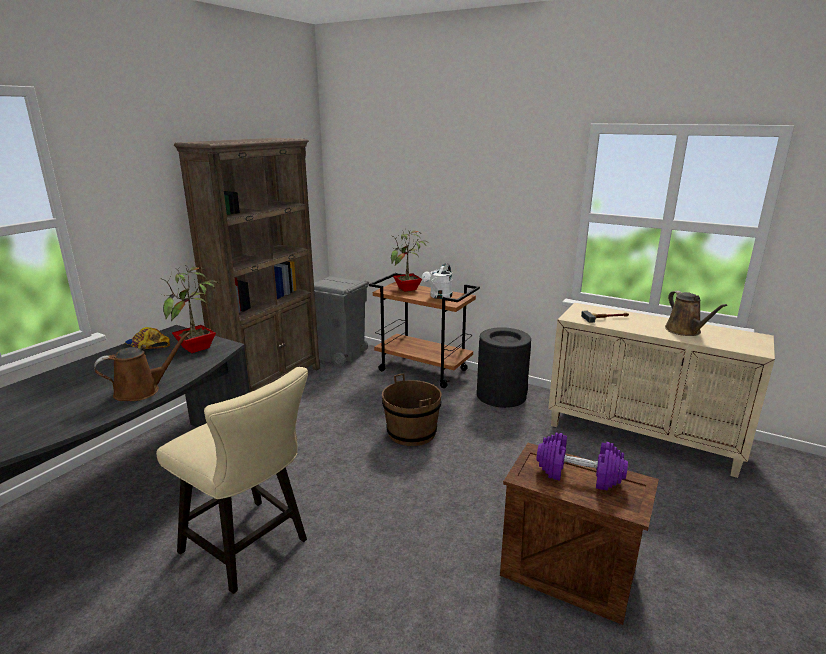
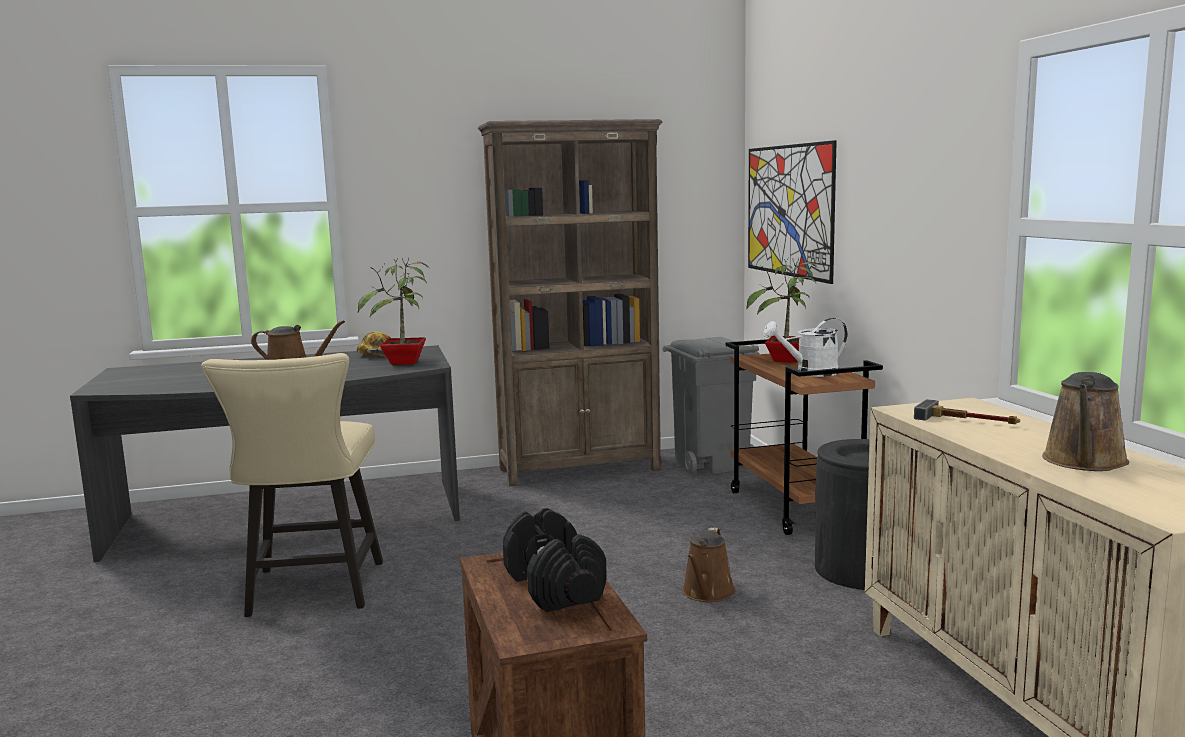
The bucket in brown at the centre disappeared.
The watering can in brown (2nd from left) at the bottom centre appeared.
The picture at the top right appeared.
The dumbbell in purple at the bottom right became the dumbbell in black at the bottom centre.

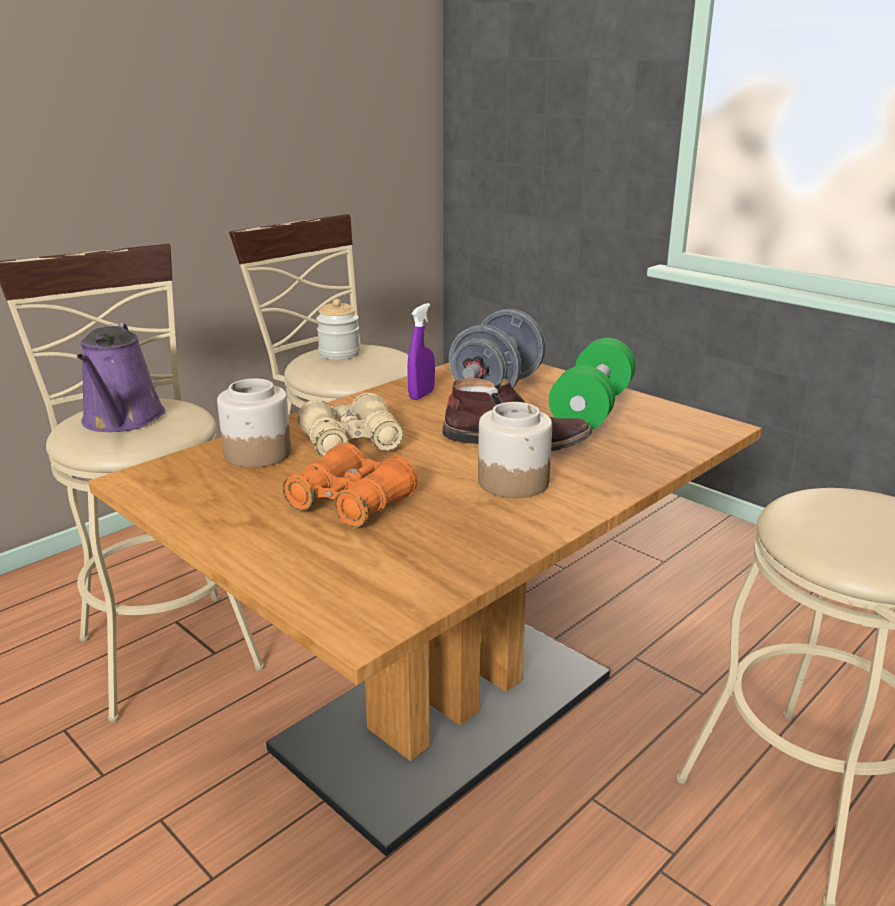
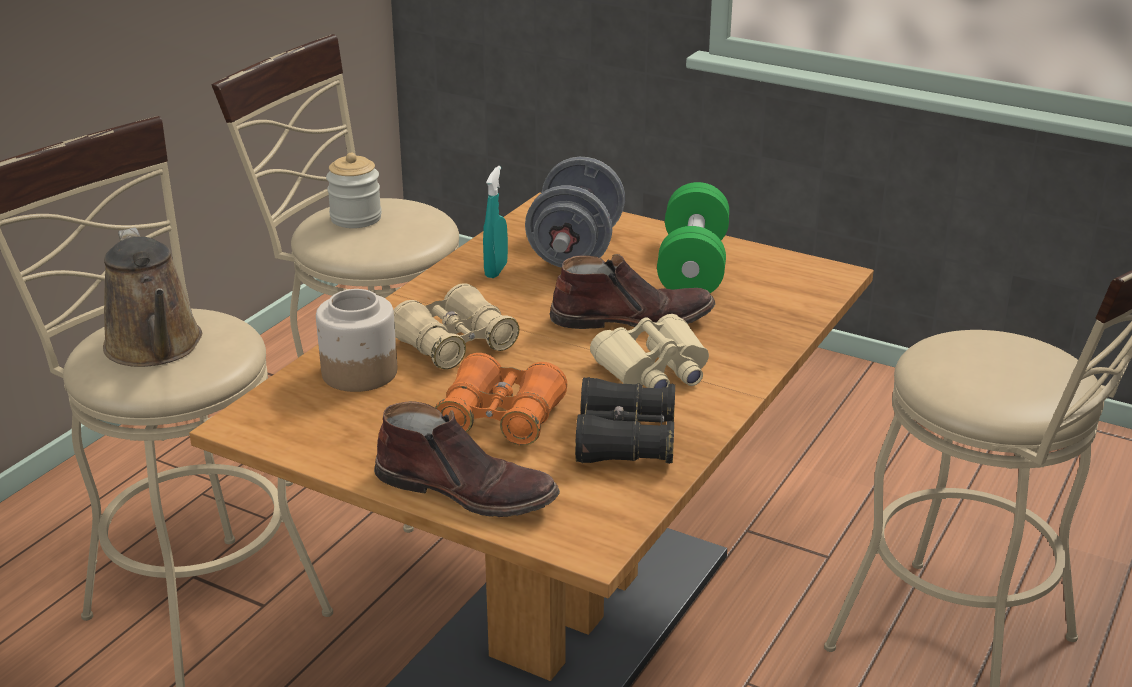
The boot in brown (1st from left) at the bottom centre appeared.
The binoculars in black at the centre appeared.
The jar (3rd from left) at the centre was replaced by the binoculars in beige (2nd from left) at the centre.
The watering can in purple at the middle left became the watering can in brown at the middle left.
The spray bottle in purple at the centre became the spray bottle in turquoise at the top centre.

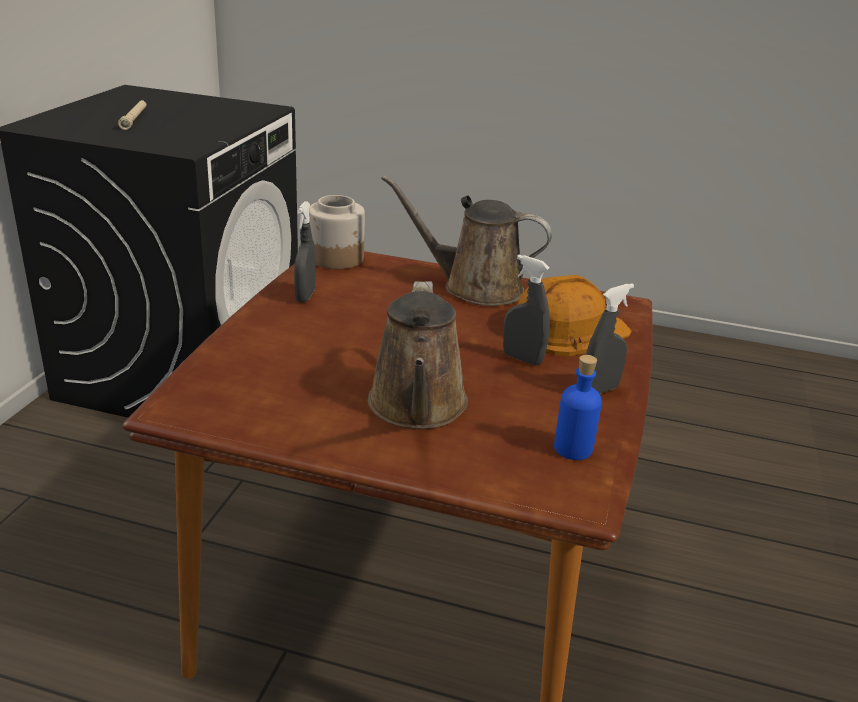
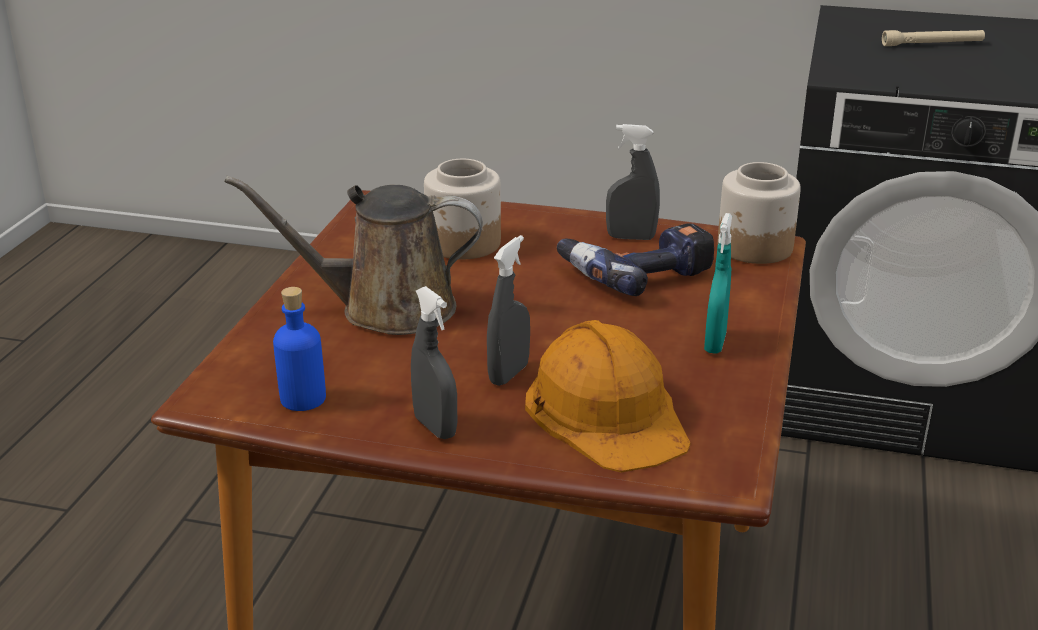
The jar (1st from left) at the top centre appeared.
The power drill at the centre appeared.
The watering can in brown (2nd from left) at the centre was replaced by the spray bottle in turquoise at the middle right.

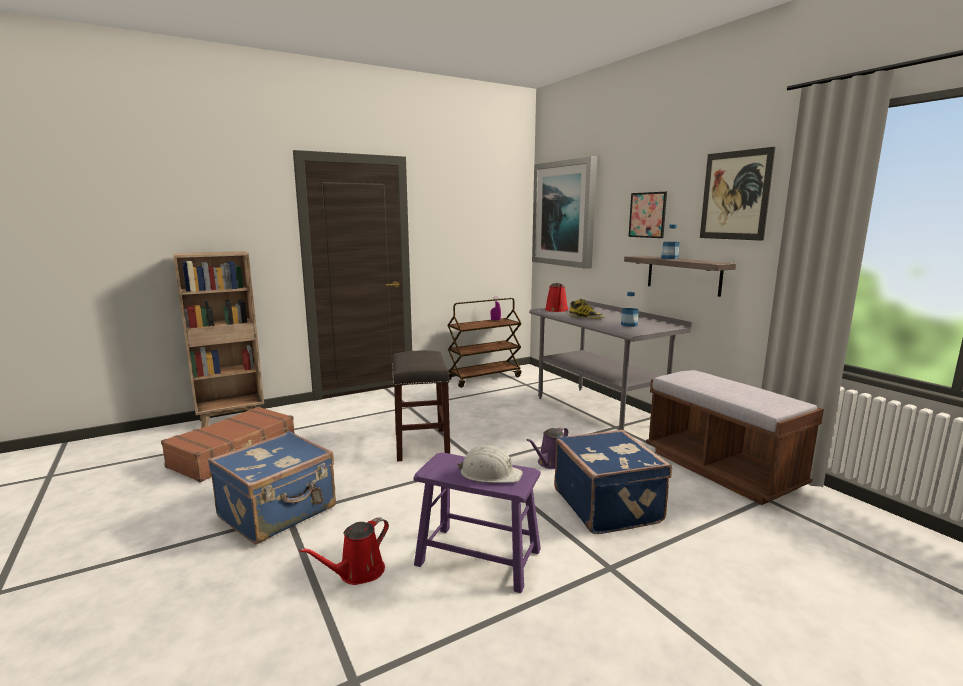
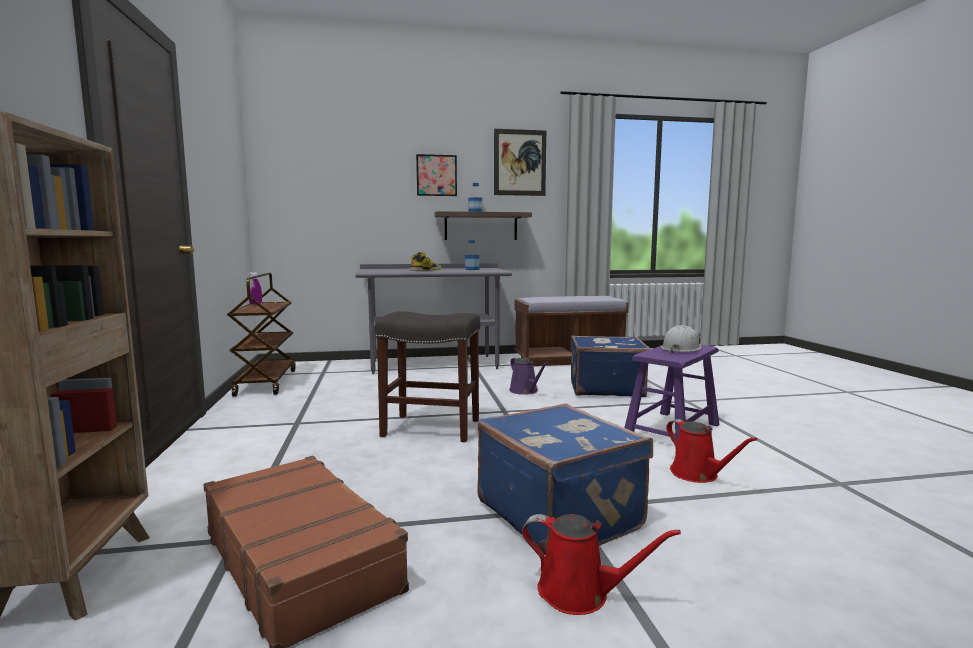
The picture (1st from left) at the top centre disappeared.
The watering can in red (2nd from left in the first image) moved from the centre to the bottom centre.

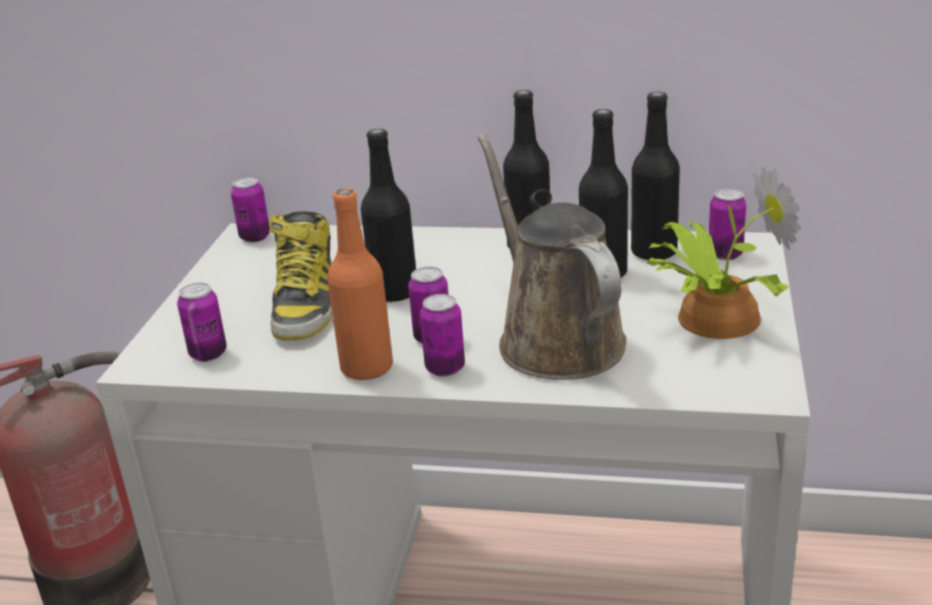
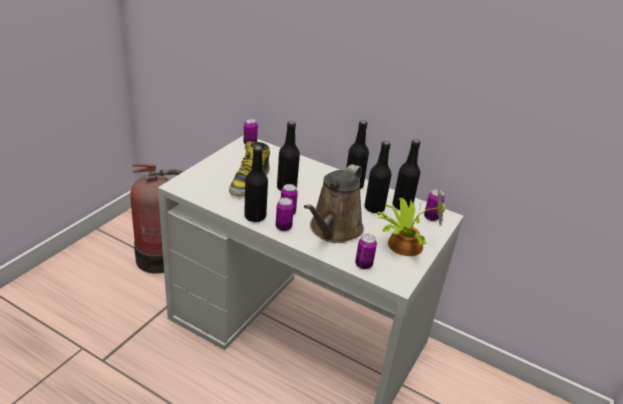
The can (1st from left in the first image) moved from the middle left to the centre.
The bottle in orange at the centre became the bottle in black (1st from left) at the centre.
The watering can in brown at the centre turned 150 degrees counterclockwise.

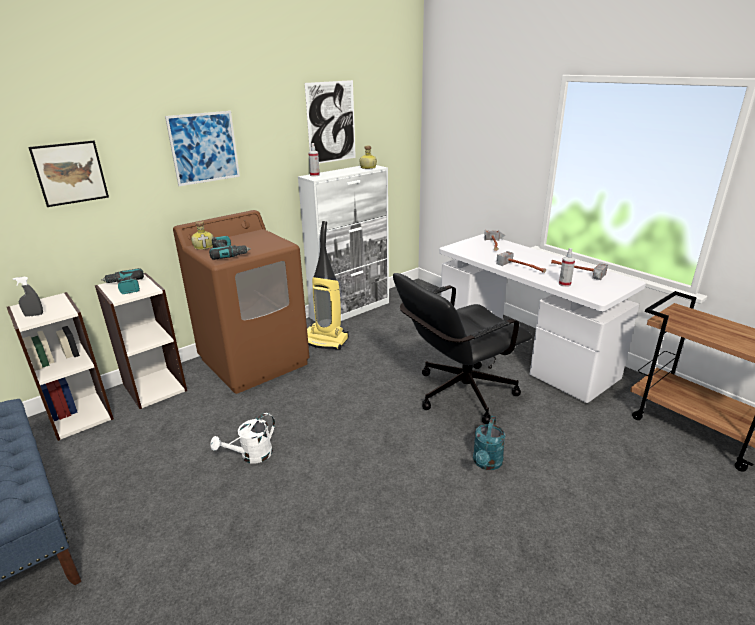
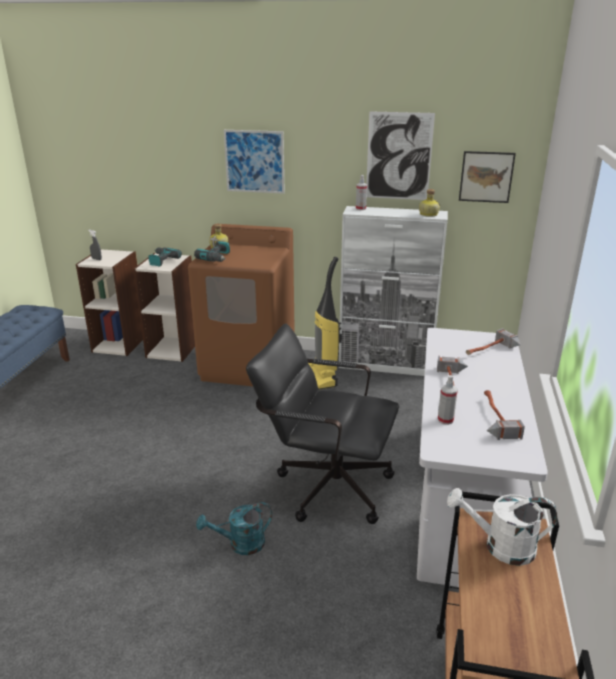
The picture (1st from left in the first image) moved from the top left to the top right.
The watering can in white moved from the bottom left to the bottom right.

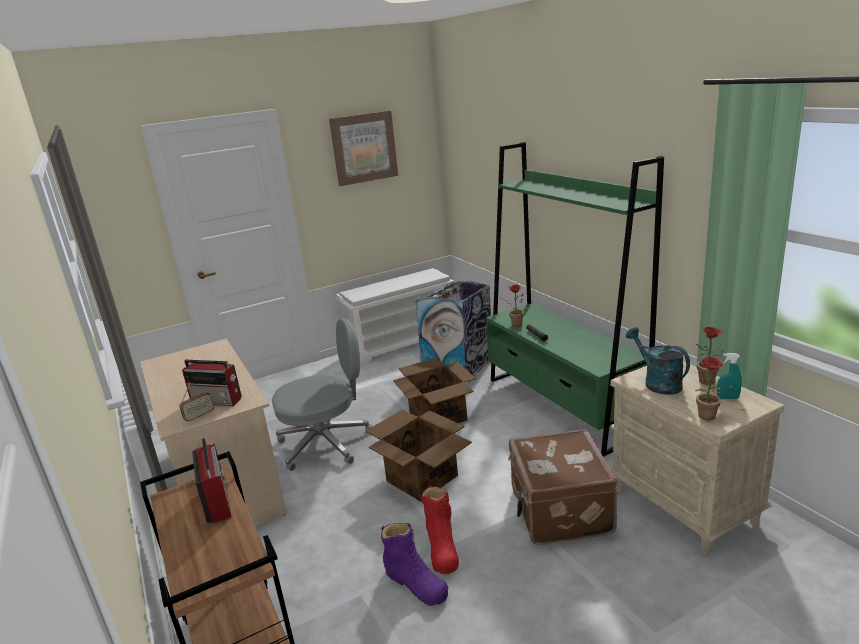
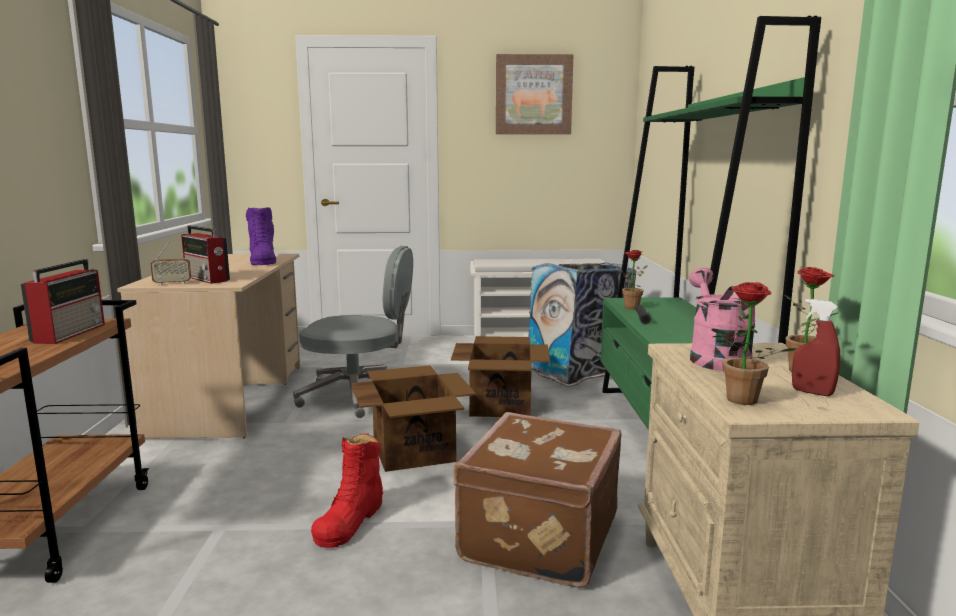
The boot in purple moved from the bottom centre to the middle left.
The watering can in turquoise at the middle right became the watering can in pink at the middle right.
The spray bottle in turquoise at the middle right became the spray bottle in red at the middle right.

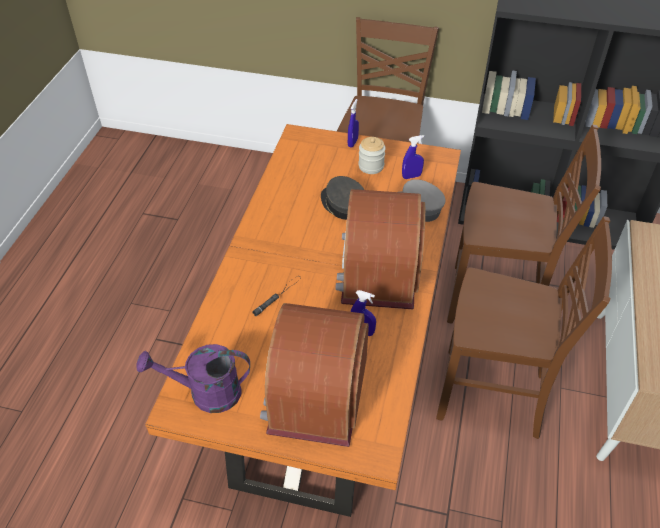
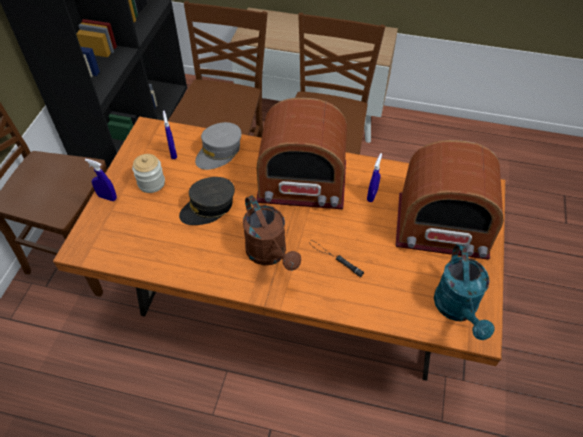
The watering can in brown at the centre appeared.
The watering can in purple at the bottom left became the watering can in turquoise at the bottom right.

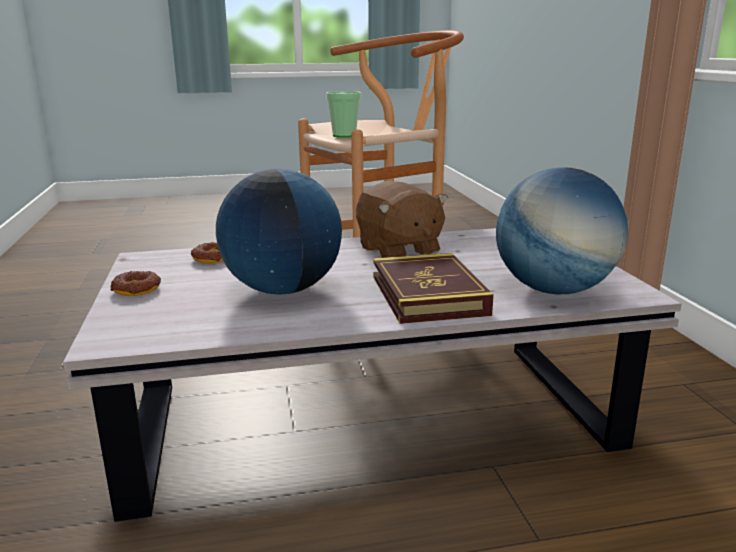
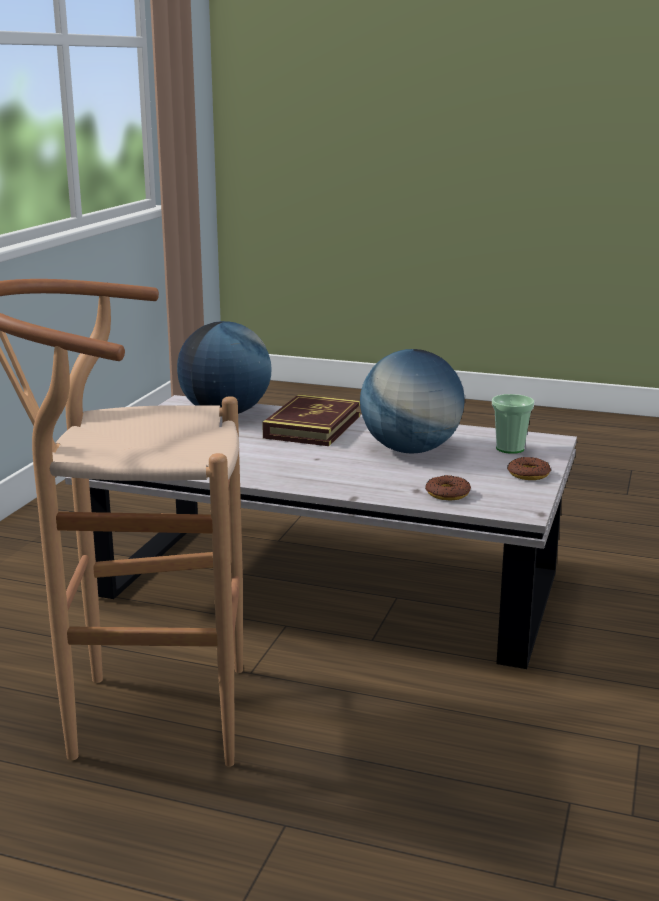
The plush toy in brown at the centre disappeared.
The cup moved from the top centre to the middle right.

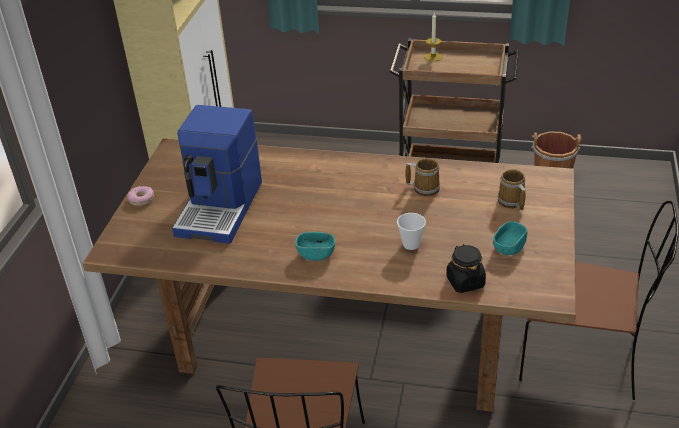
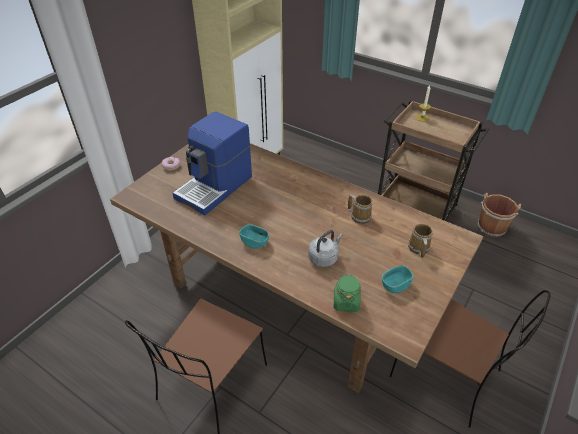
The cup at the centre was replaced by the kettle in grey at the centre.
The jar in black at the middle right became the jar in green at the bottom centre.

